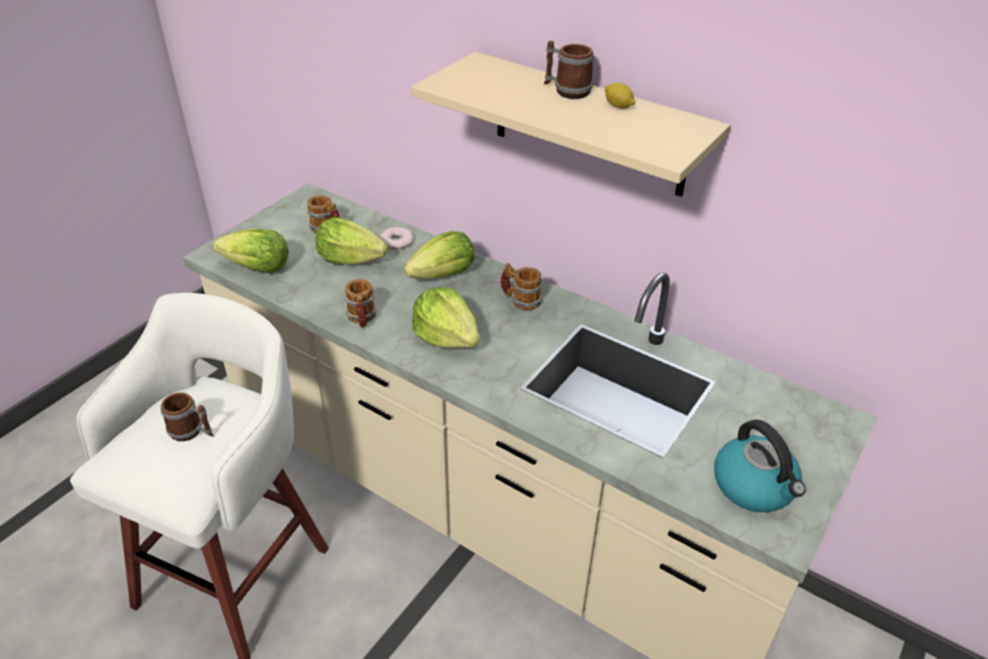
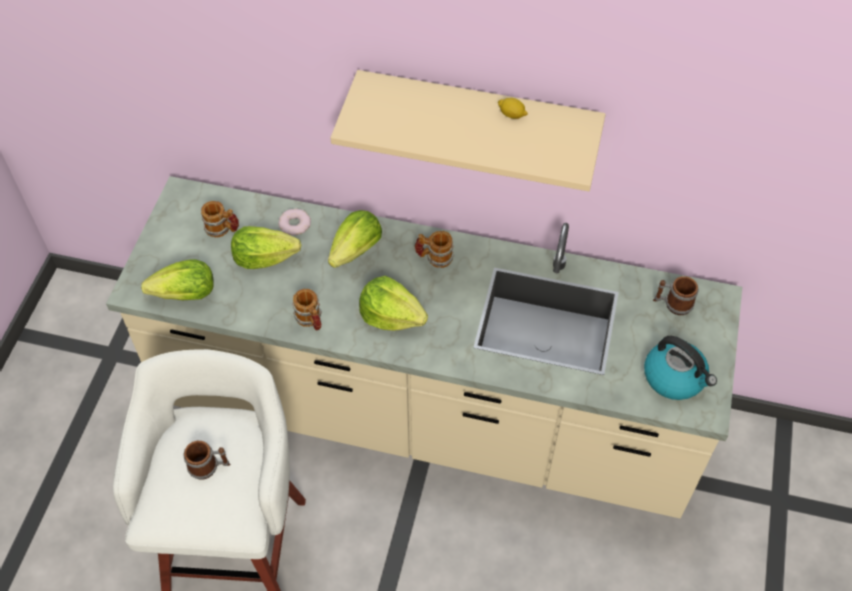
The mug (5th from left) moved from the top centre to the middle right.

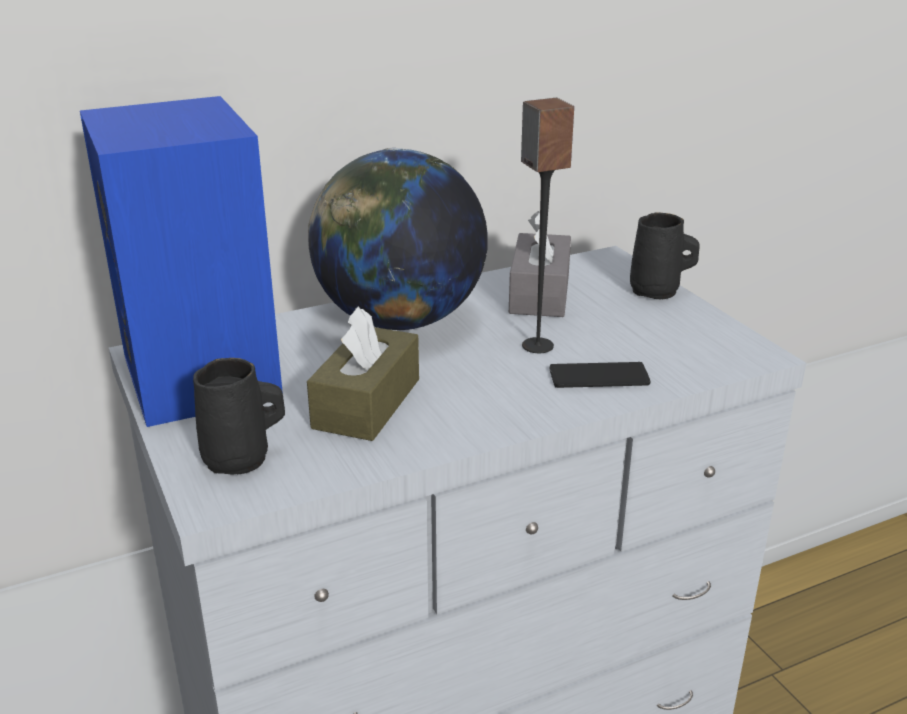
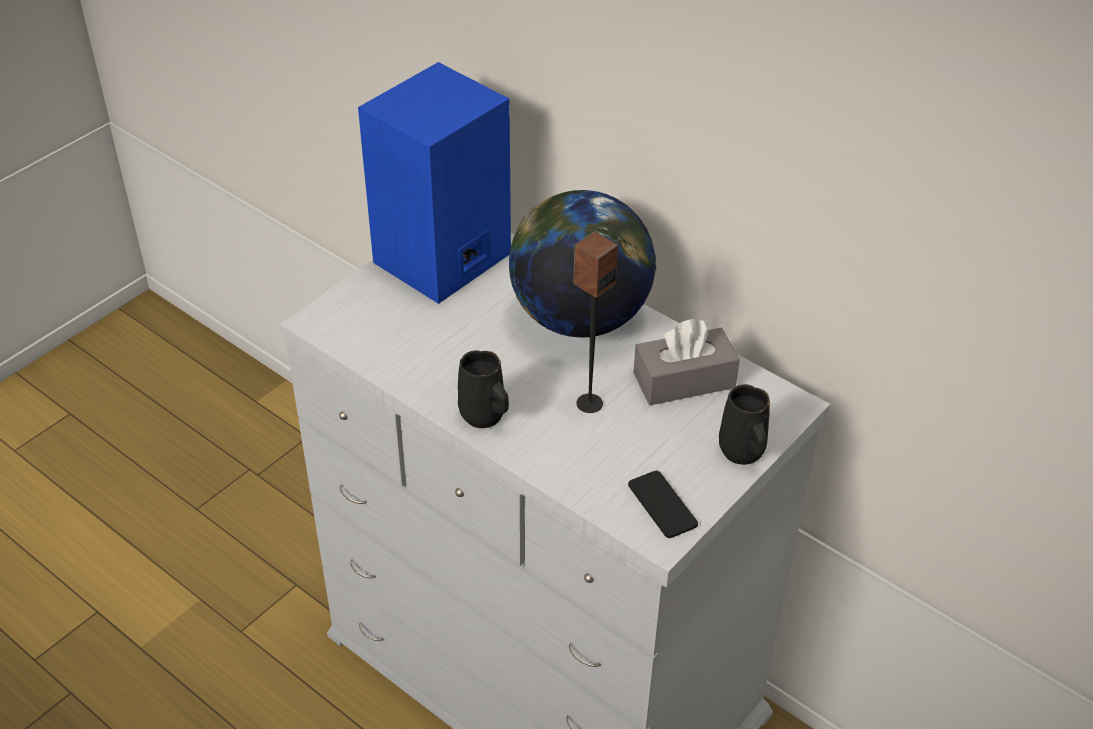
The tissue box in brown at the centre disappeared.
The mug in black (1st from left) moved from the middle left to the centre.
The phone moved from the centre to the bottom centre.

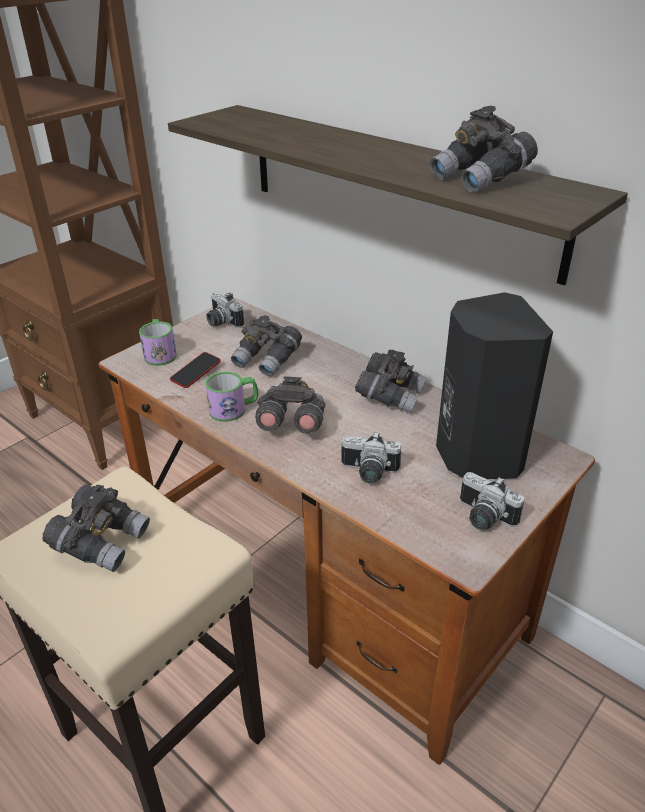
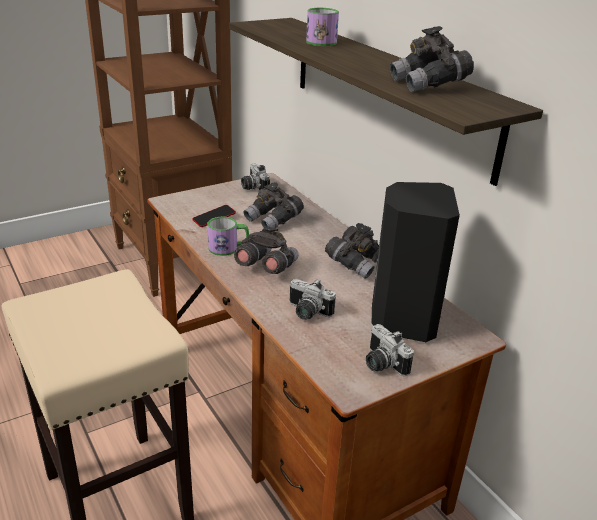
The binoculars in grey (1st from left) at the middle left disappeared.
The mug (1st from left in the first image) moved from the middle left to the top centre.

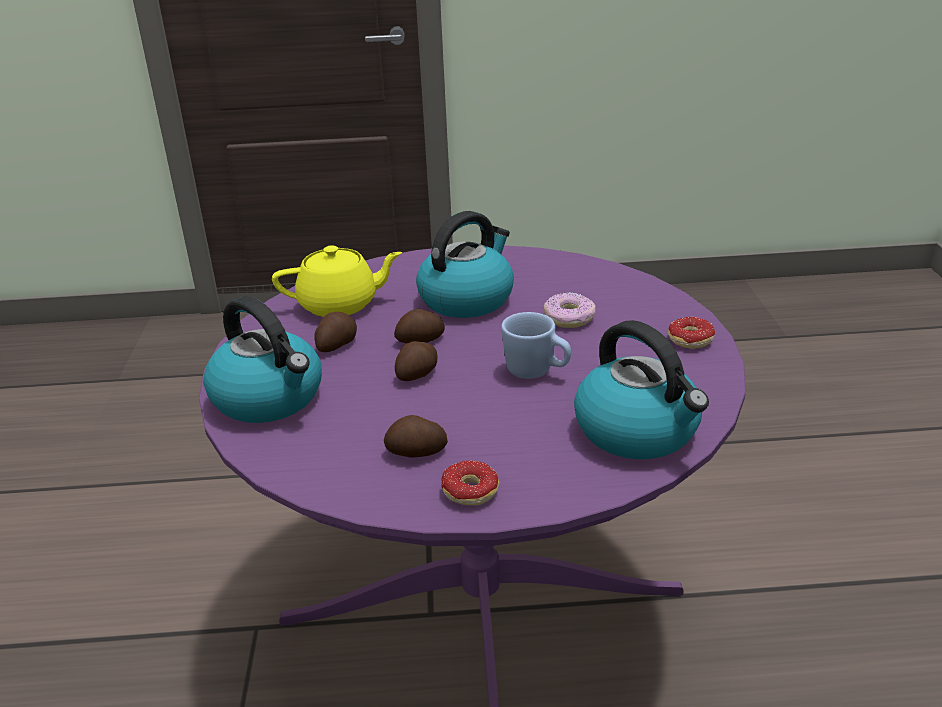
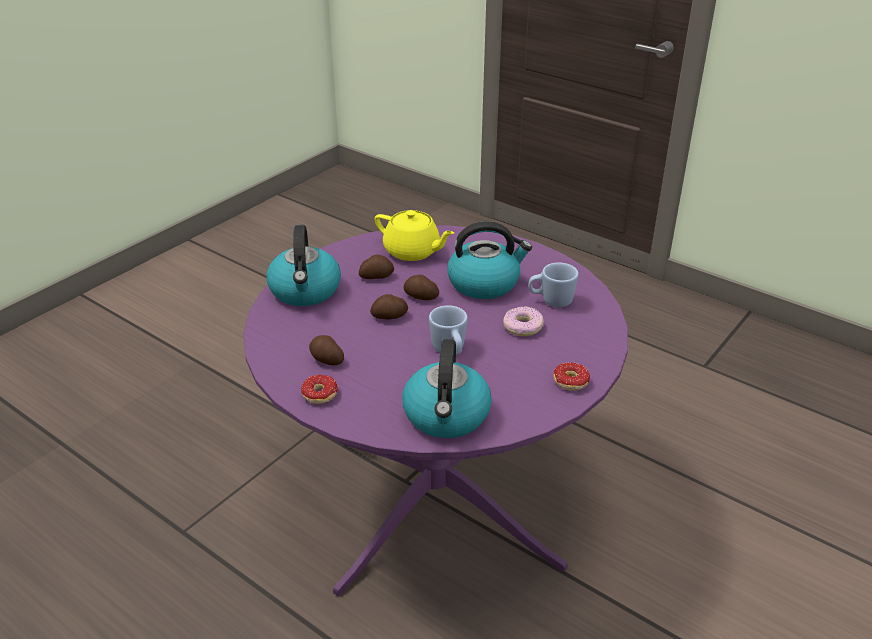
The mug in blue (2nd from left) at the centre appeared.

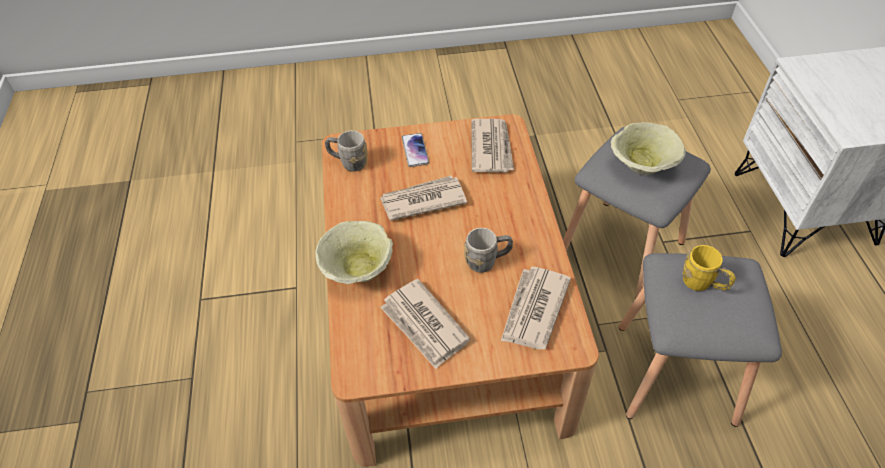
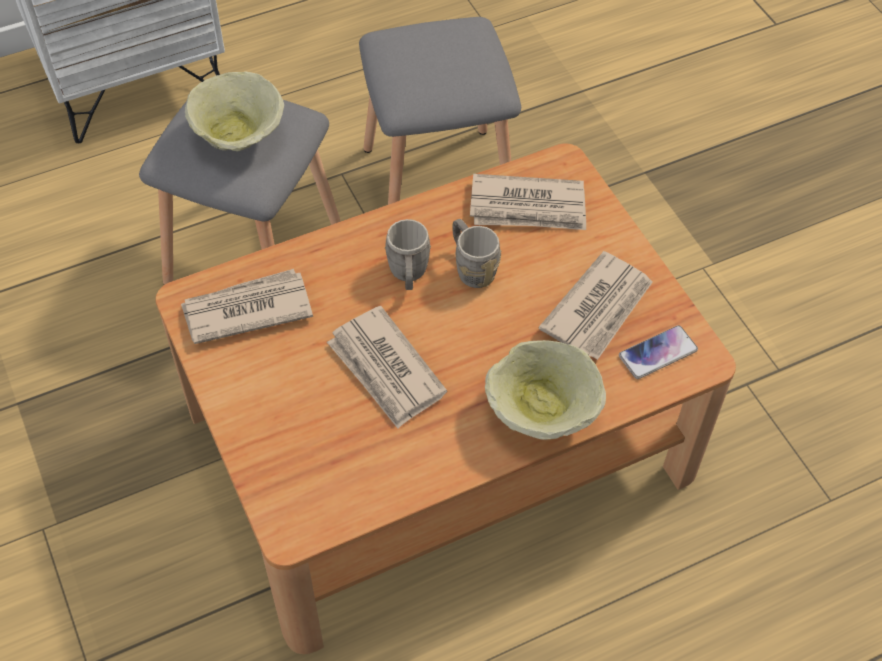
The mug in yellow at the middle right disappeared.
The mug in grey (1st from left) moved from the top centre to the centre.
The phone moved from the top centre to the middle right.

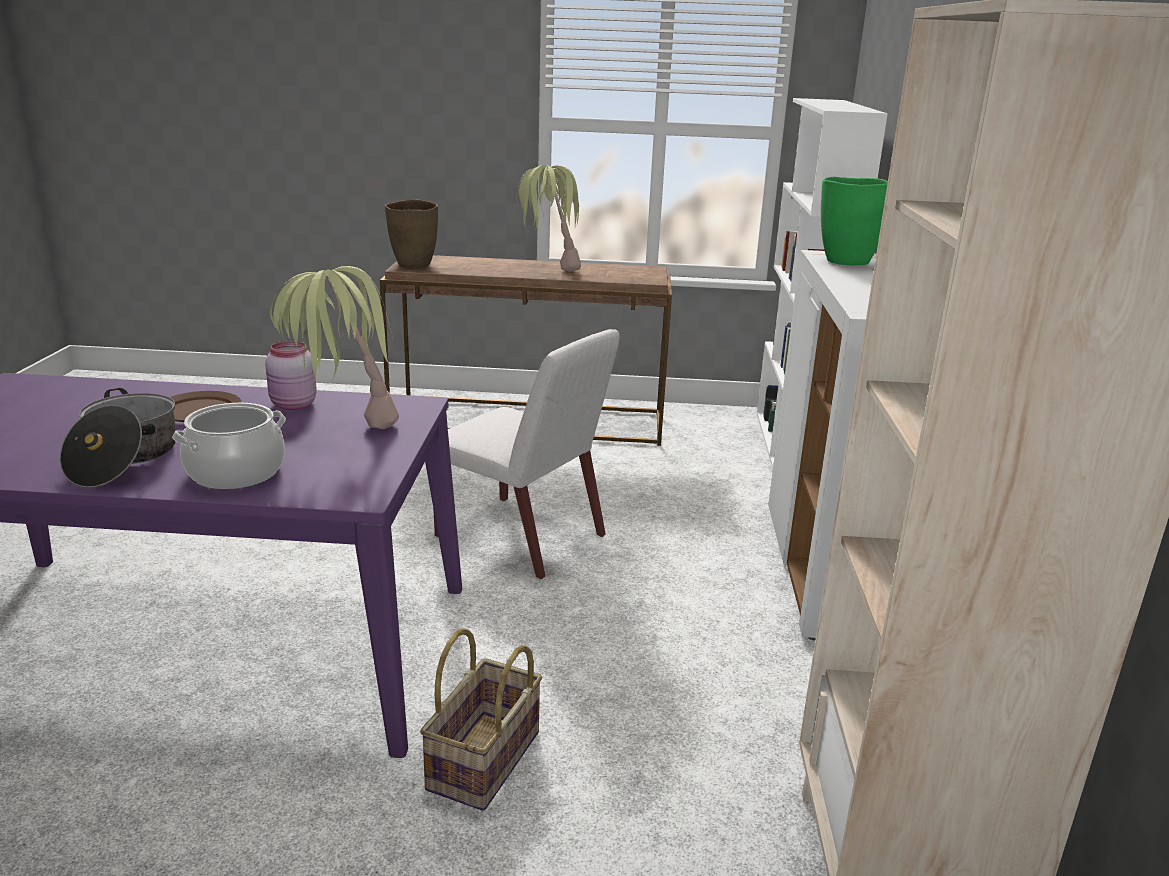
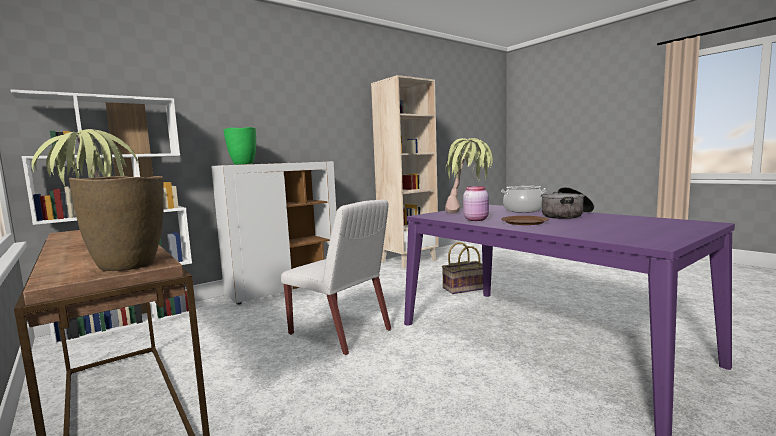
The chair in white at the centre turned 135 degrees clockwise.

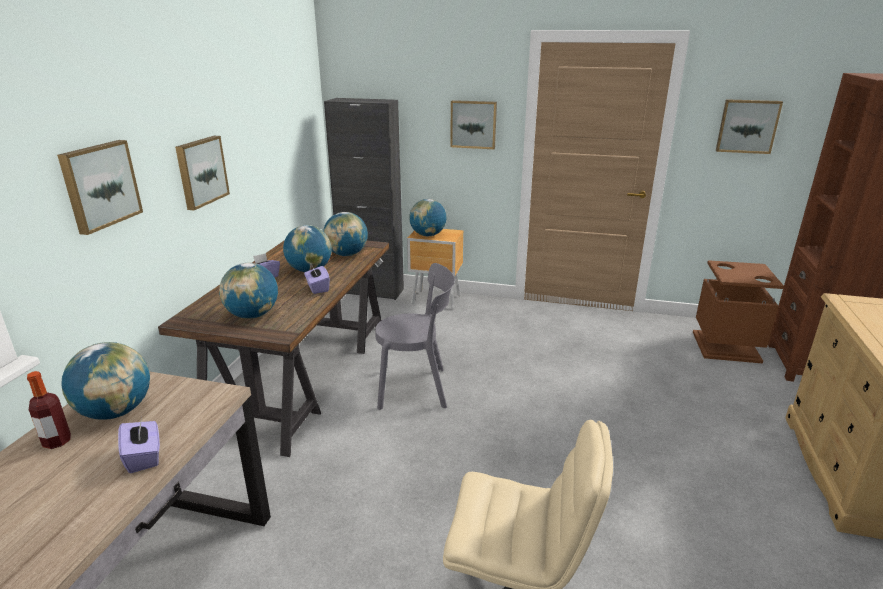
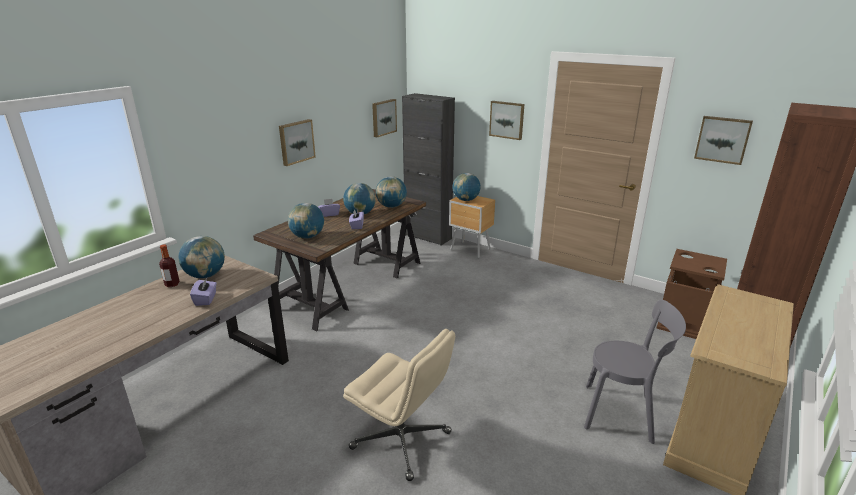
The picture (1st from left in the first image) moved from the top left to the top centre.
The chair in grey moved from the centre to the bottom right.

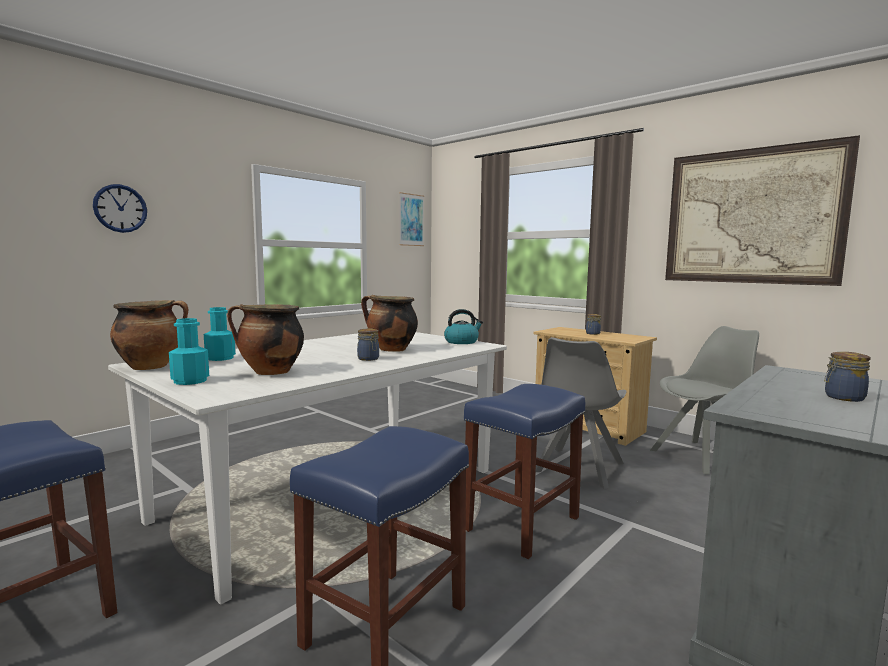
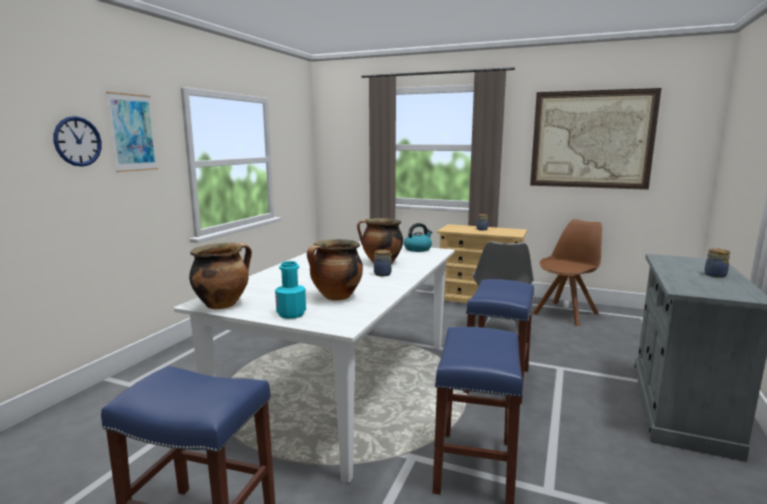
The bottle in turquoise (2nd from left) at the middle left disappeared.
The picture (1st from left) moved from the top centre to the top left.
The chair in grey (2nd from left) at the middle right became the chair in brown at the middle right.

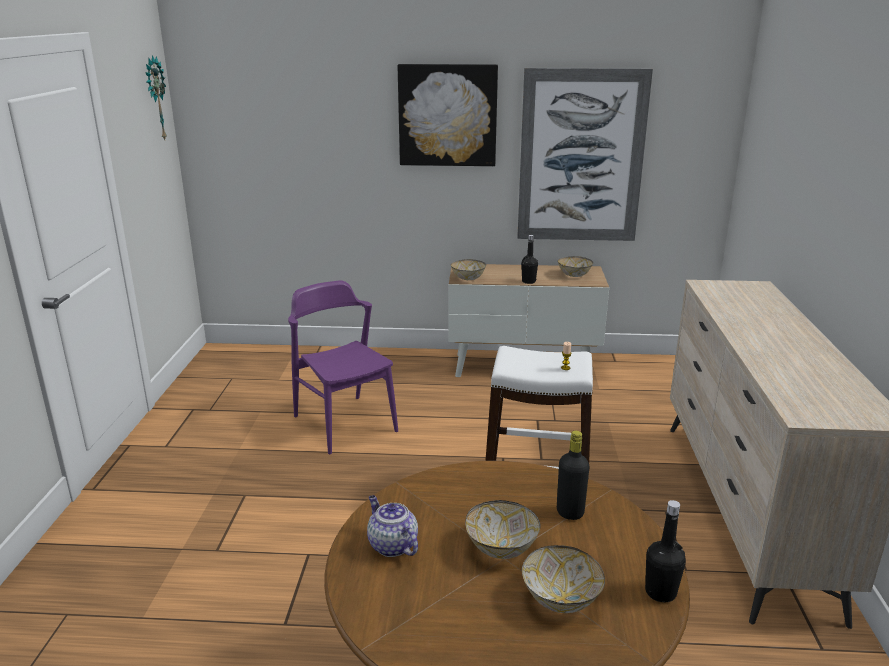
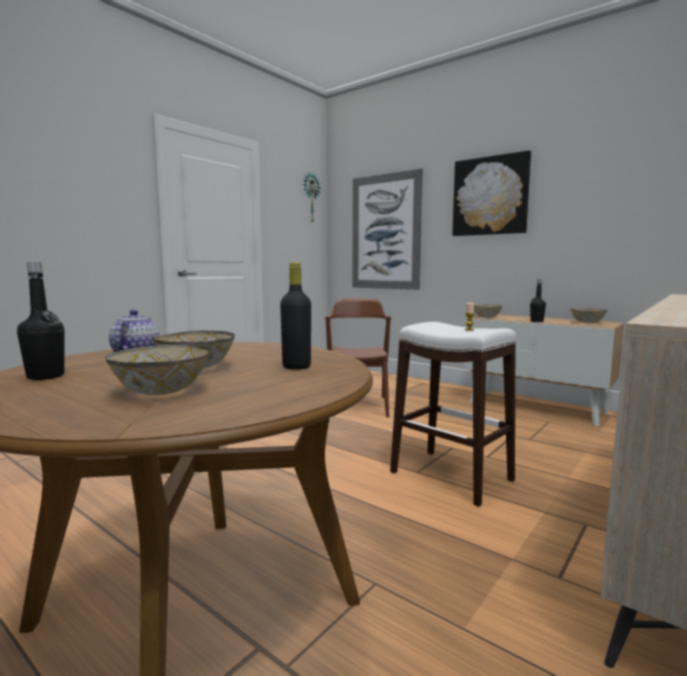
The picture (2nd from left in the first image) moved from the top centre to the centre.
The bottle in black (3rd from left in the first image) moved from the bottom right to the middle left.
The chair in purple at the centre became the chair in brown at the centre.

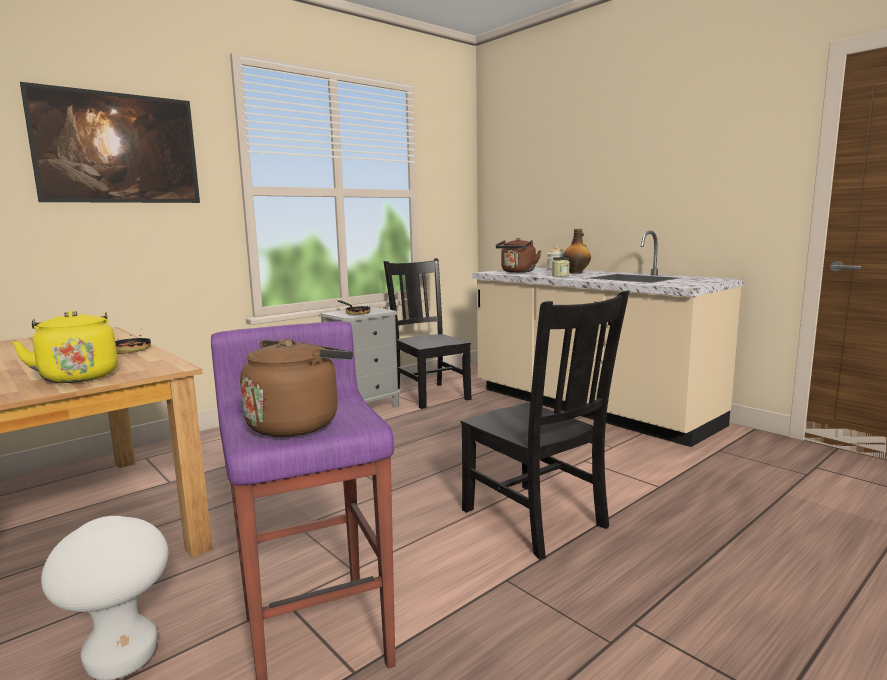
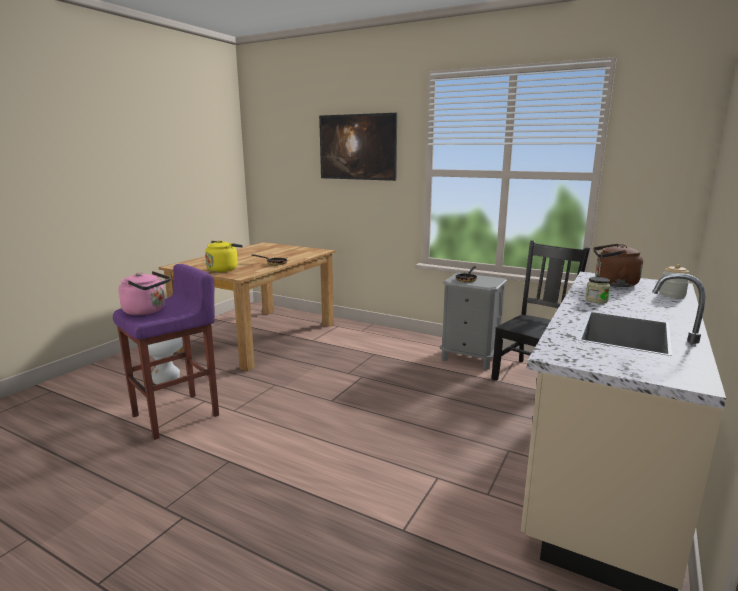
The chair in black (2nd from left) at the centre disappeared.
The bottle at the centre disappeared.
The kettle in brown (1st from left) at the centre became the kettle in pink at the middle left.

